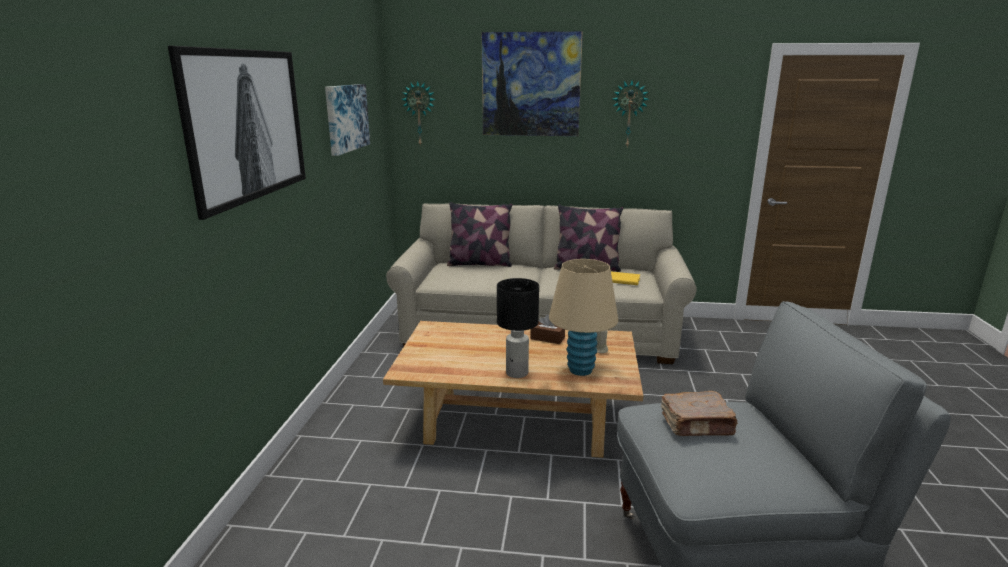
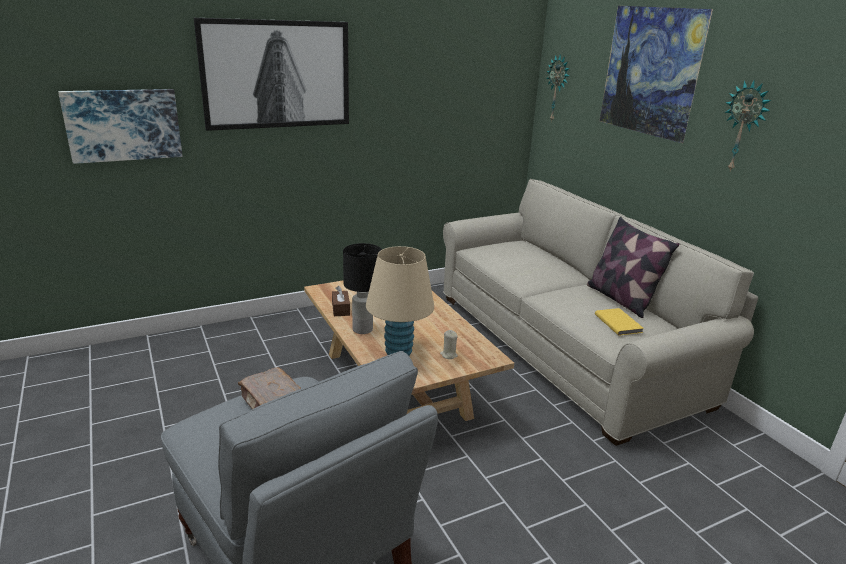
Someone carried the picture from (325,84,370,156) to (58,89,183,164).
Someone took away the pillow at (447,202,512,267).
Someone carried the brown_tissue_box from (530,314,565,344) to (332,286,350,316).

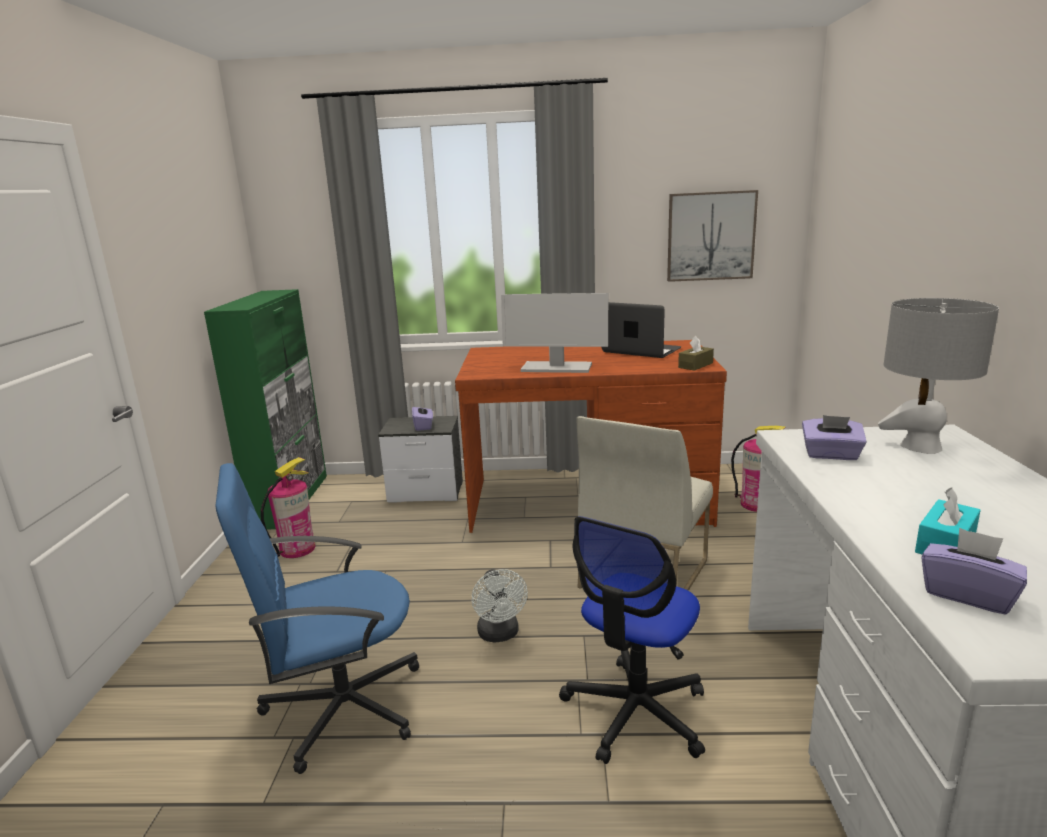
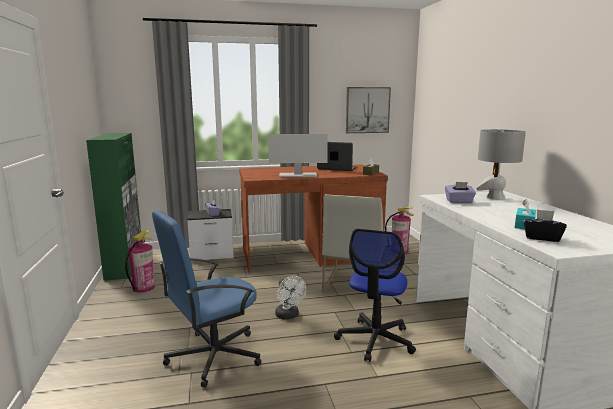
Someone repainted the purple_tissue_box at (921,528,1027,615), which became the black_tissue_box at (523,209,567,242).

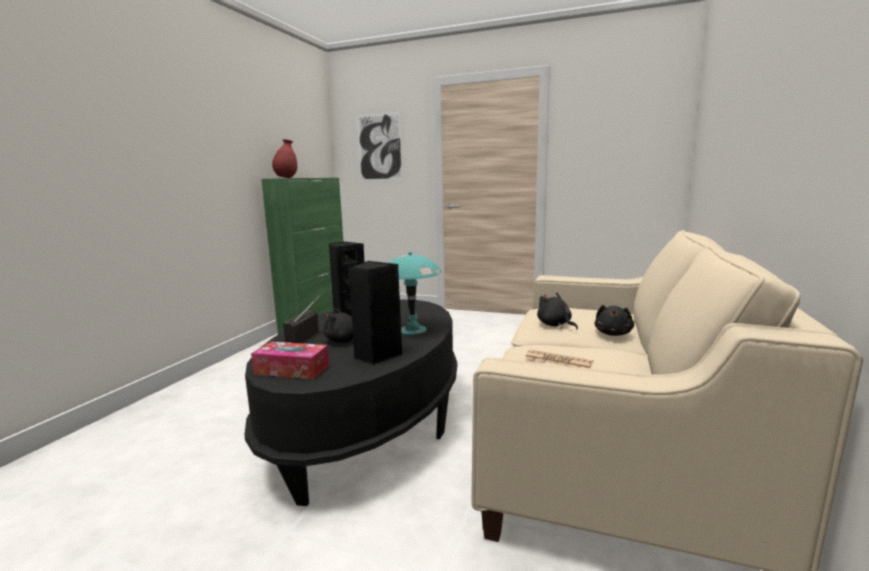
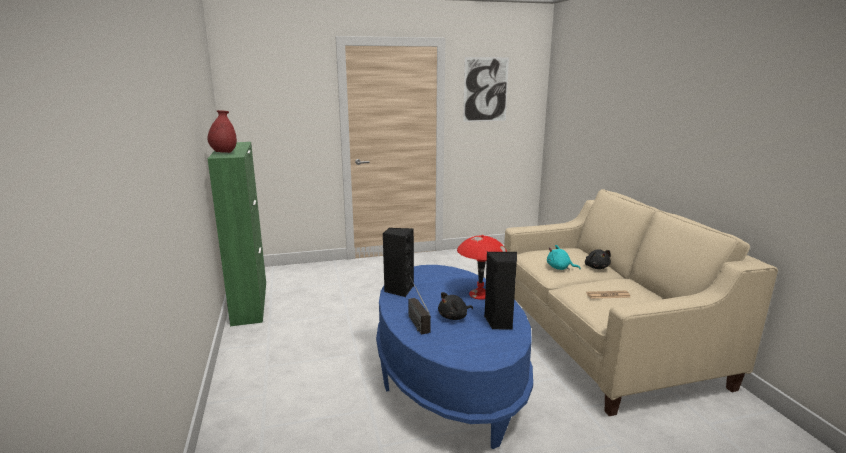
Someone repainted the black_coffee_table at (244,299,457,506), which became the blue_coffee_table at (376,265,533,449).
Someone took away the tissue_box at (251,342,329,379).
Someone carried the picture from (357,112,403,181) to (463,57,509,122).
Someone repainted the turquoise_table_lamp at (388,252,442,335), which became the red_table_lamp at (457,235,507,300).
Someone repainted the black_plush_toy at (537,293,578,330), which became the turquoise_plush_toy at (547,245,581,270).

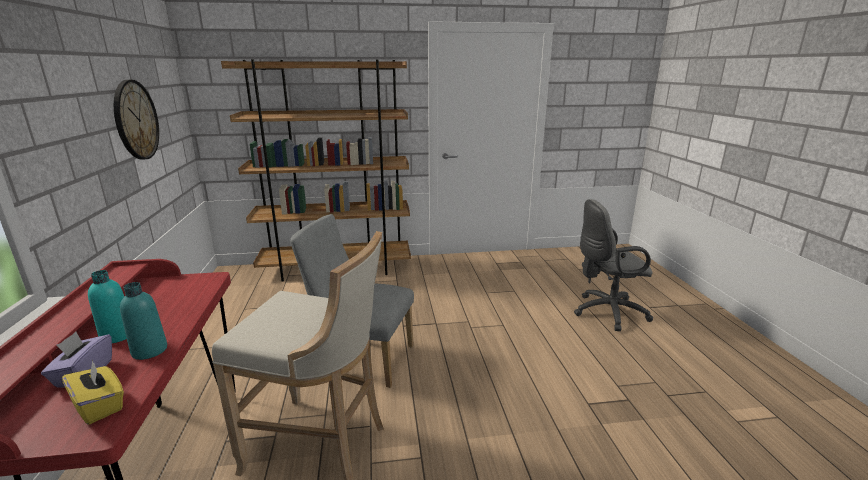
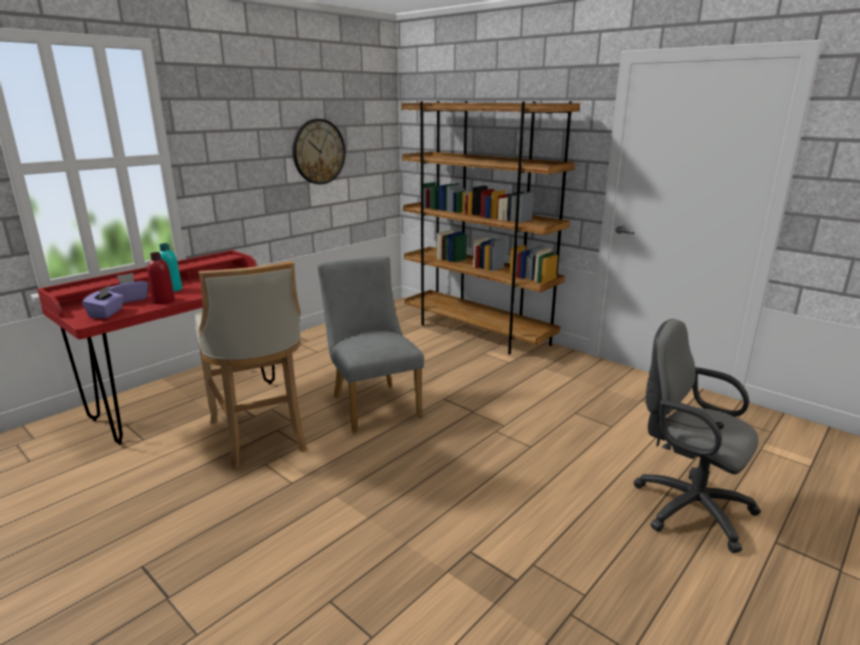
Someone repainted the yellow_tissue_box at (62,360,124,424), which became the purple_tissue_box at (82,285,124,318).
Someone repainted the turquoise_bottle at (120,282,167,360), which became the red_bottle at (147,252,175,304).

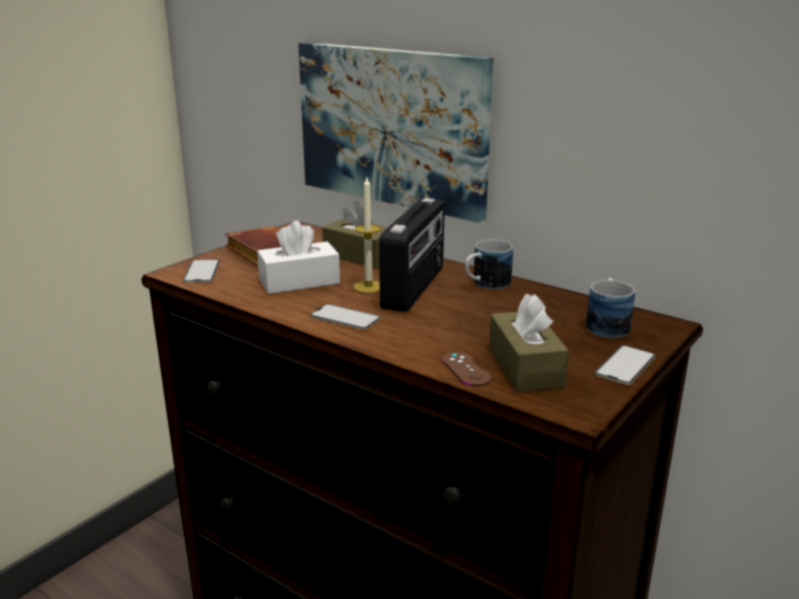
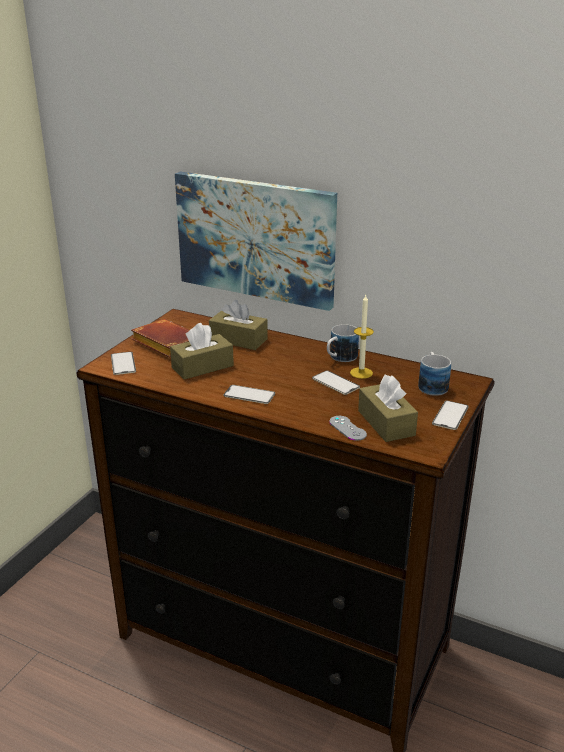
Someone repainted the white_tissue_box at (257,221,340,294), which became the brown_tissue_box at (170,323,234,379).
Someone carried the candle from (354,178,381,293) to (350,295,374,379).
Someone took away the radio at (379,198,445,312).
Someone repainted the brown_game_controller at (442,352,491,386), which became the grey_game_controller at (329,416,367,441).
Someone put down the phone at (312,371,360,395).

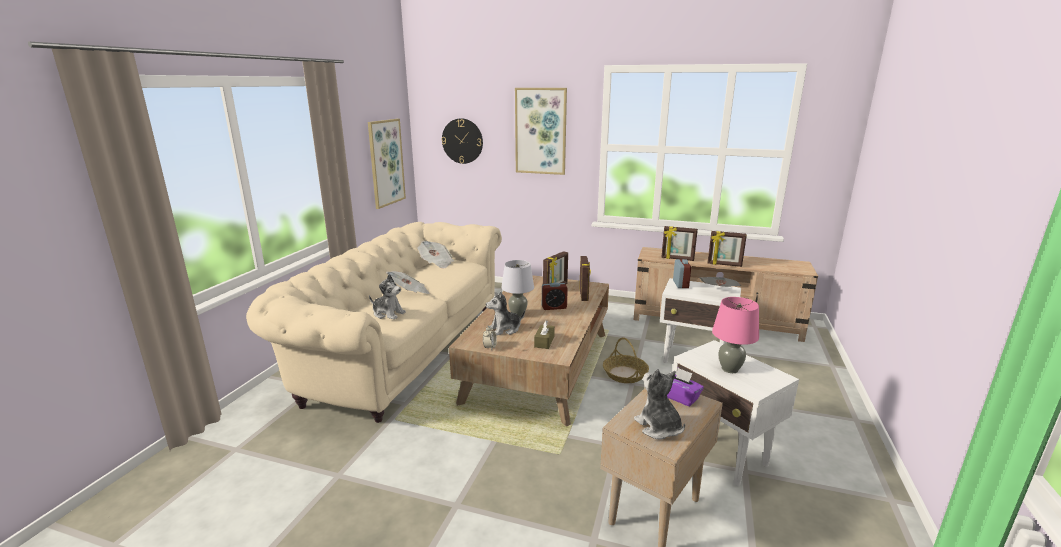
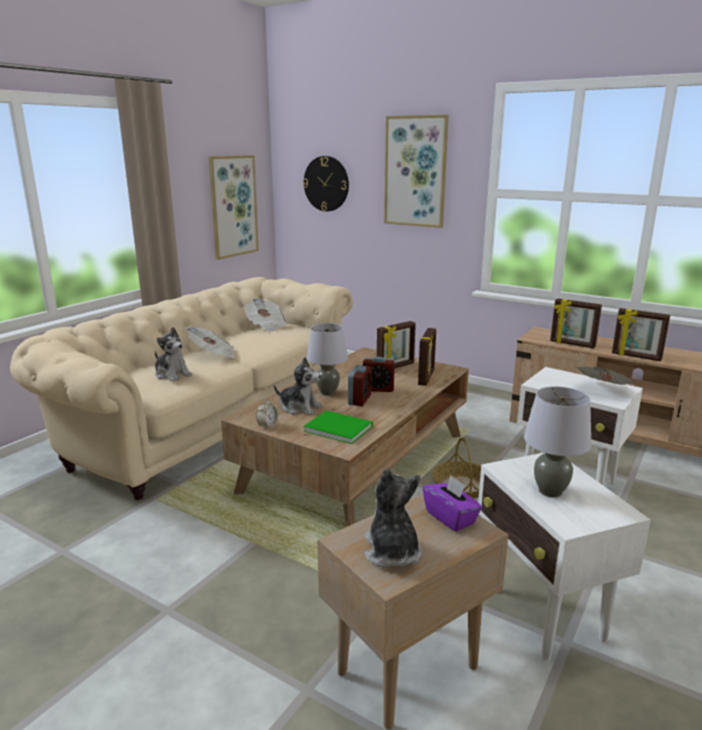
Someone rotated the plush_toy at (486,291,525,336) by 150 degrees counterclockwise.
Someone swapped the brown_tissue_box at (534,320,555,349) for the green_book at (304,411,373,444).
Someone carried the alarm_clock from (673,259,691,288) to (348,365,372,406).
Someone repainted the pink_table_lamp at (712,297,759,373), which became the grey_table_lamp at (524,386,592,497).

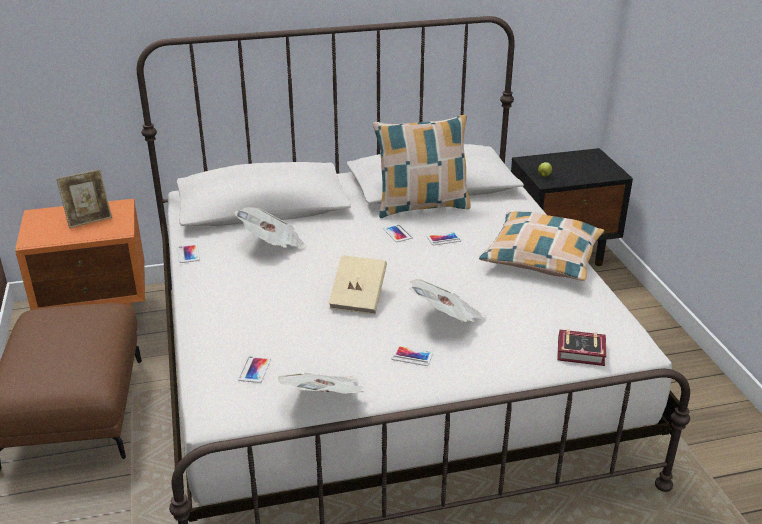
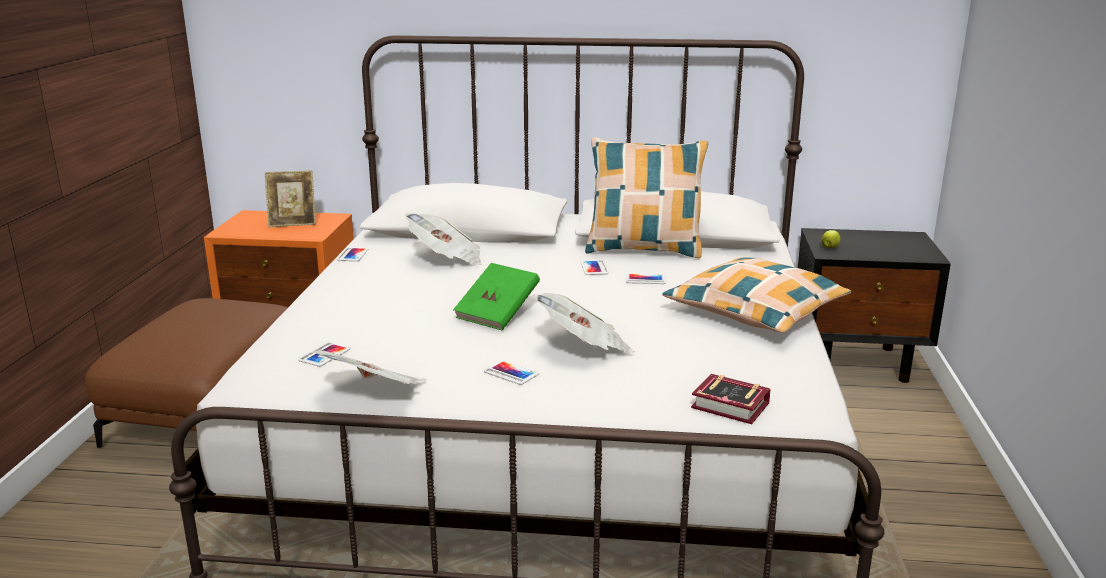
Someone repainted the beige_book at (328,255,387,314), which became the green_book at (453,263,540,330).

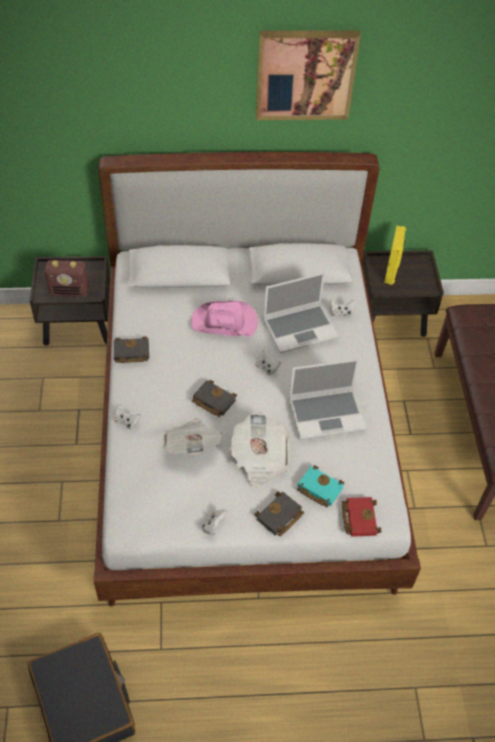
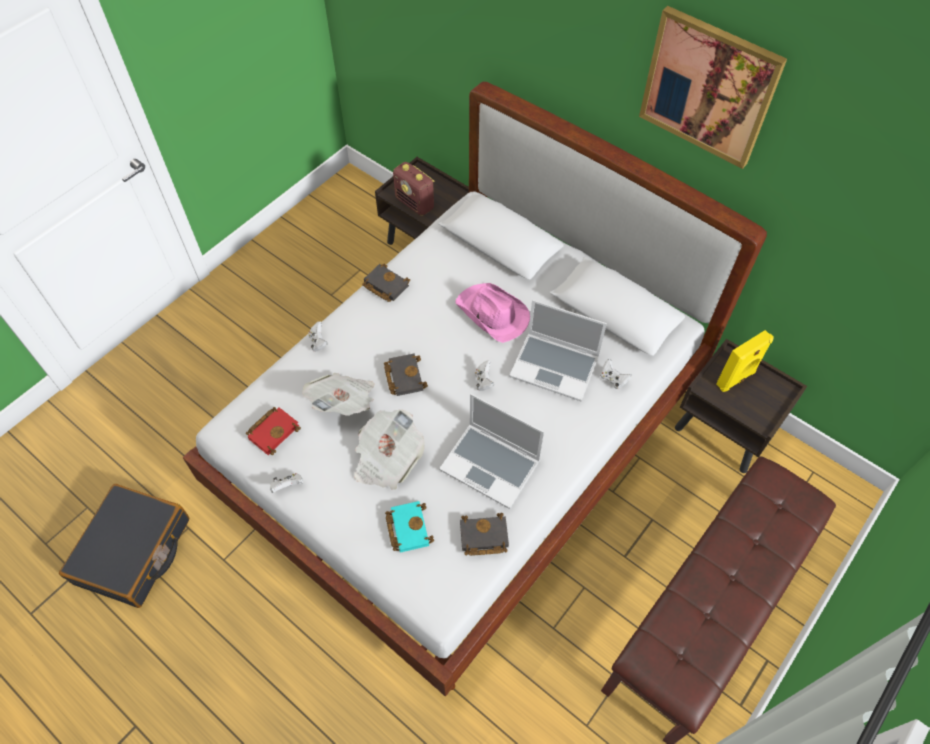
Someone carried the black_book from (254,491,304,536) to (460,513,509,556).
Someone carried the red_book from (342,497,382,537) to (246,407,301,455).

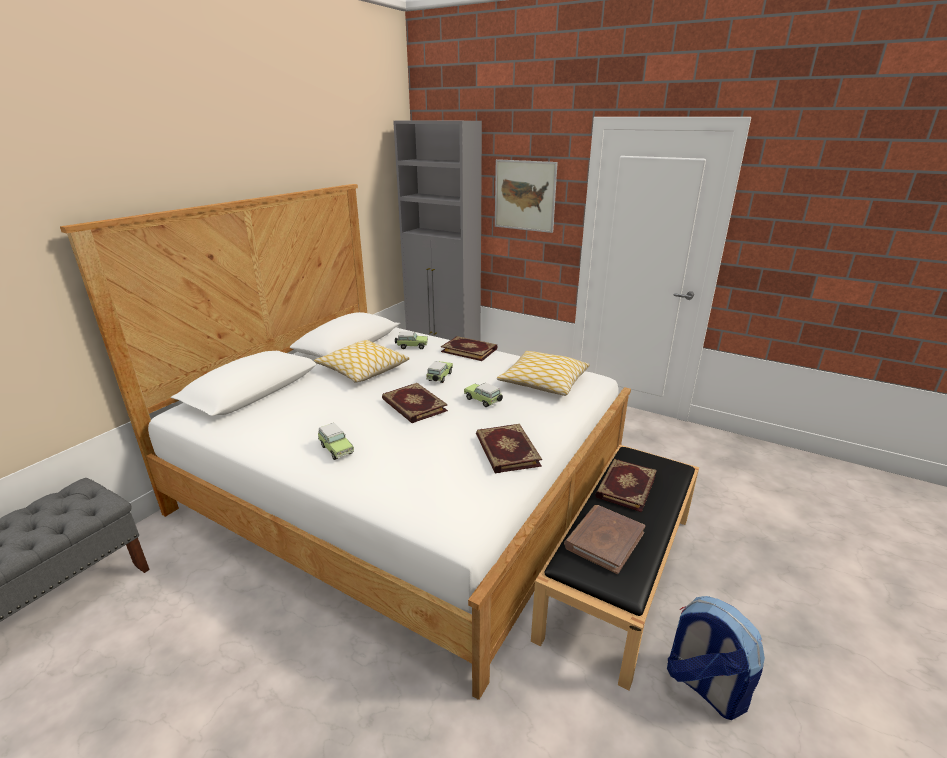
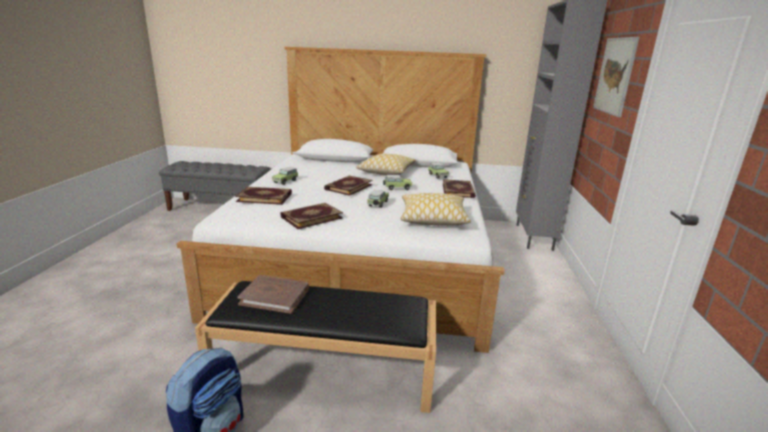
Someone carried the book from (595,459,657,512) to (235,187,292,205).

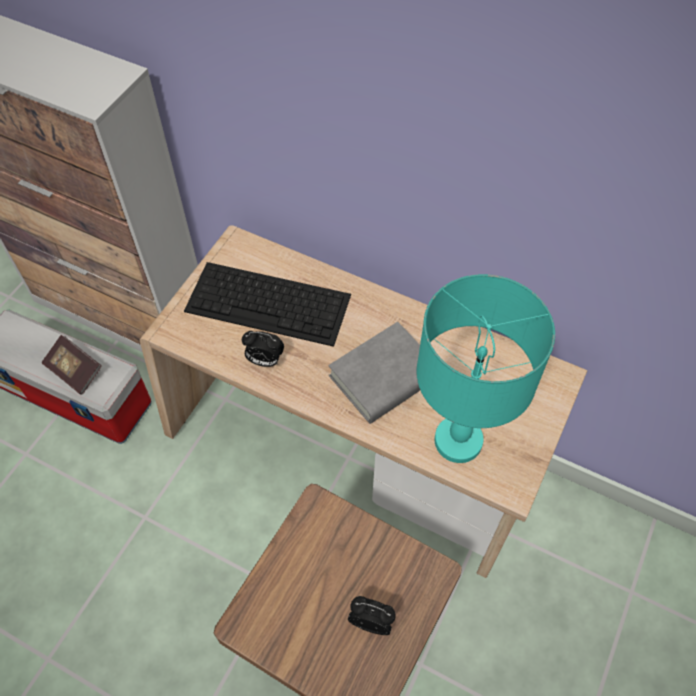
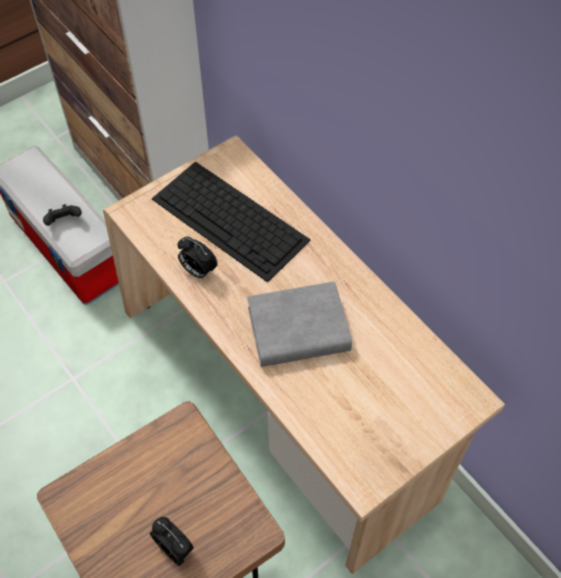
Someone swapped the book at (42,335,102,395) for the black_game_controller at (43,204,82,226).
Someone took away the turquoise_table_lamp at (416,274,555,463).

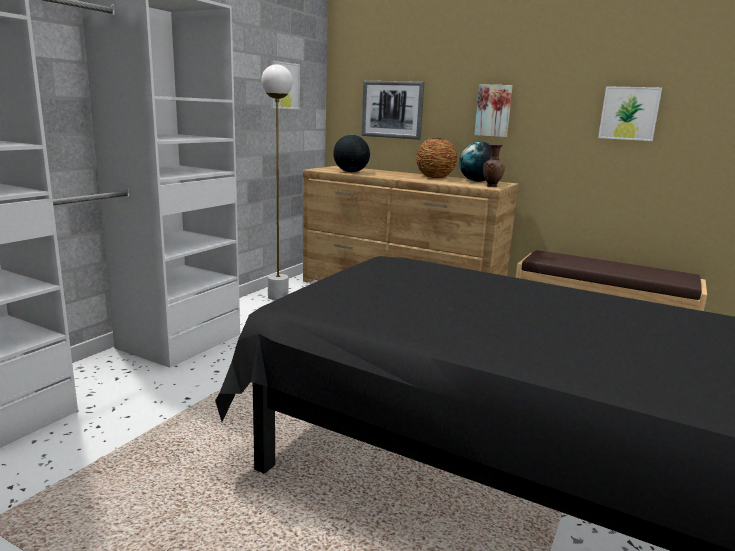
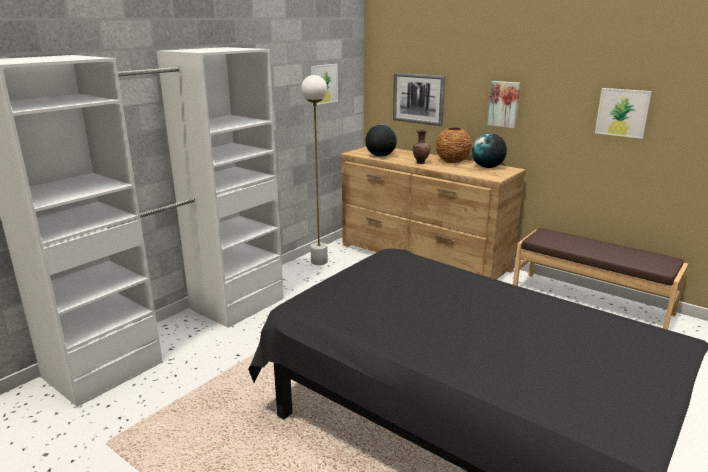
Someone carried the brown_vase from (483,144,505,187) to (413,130,430,164).

